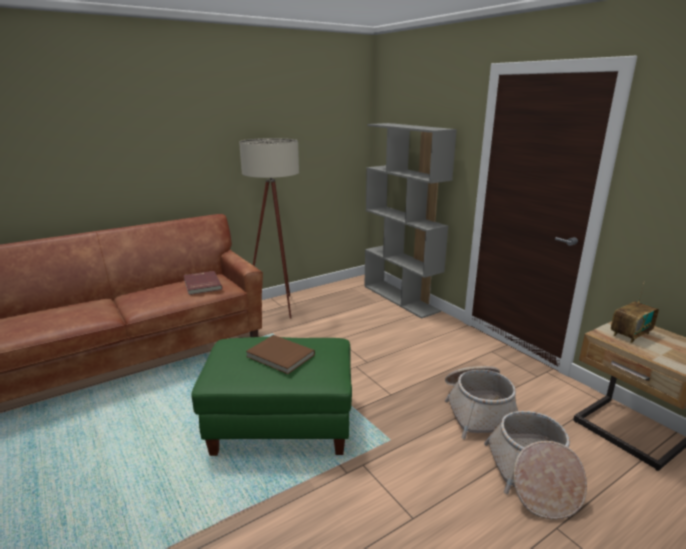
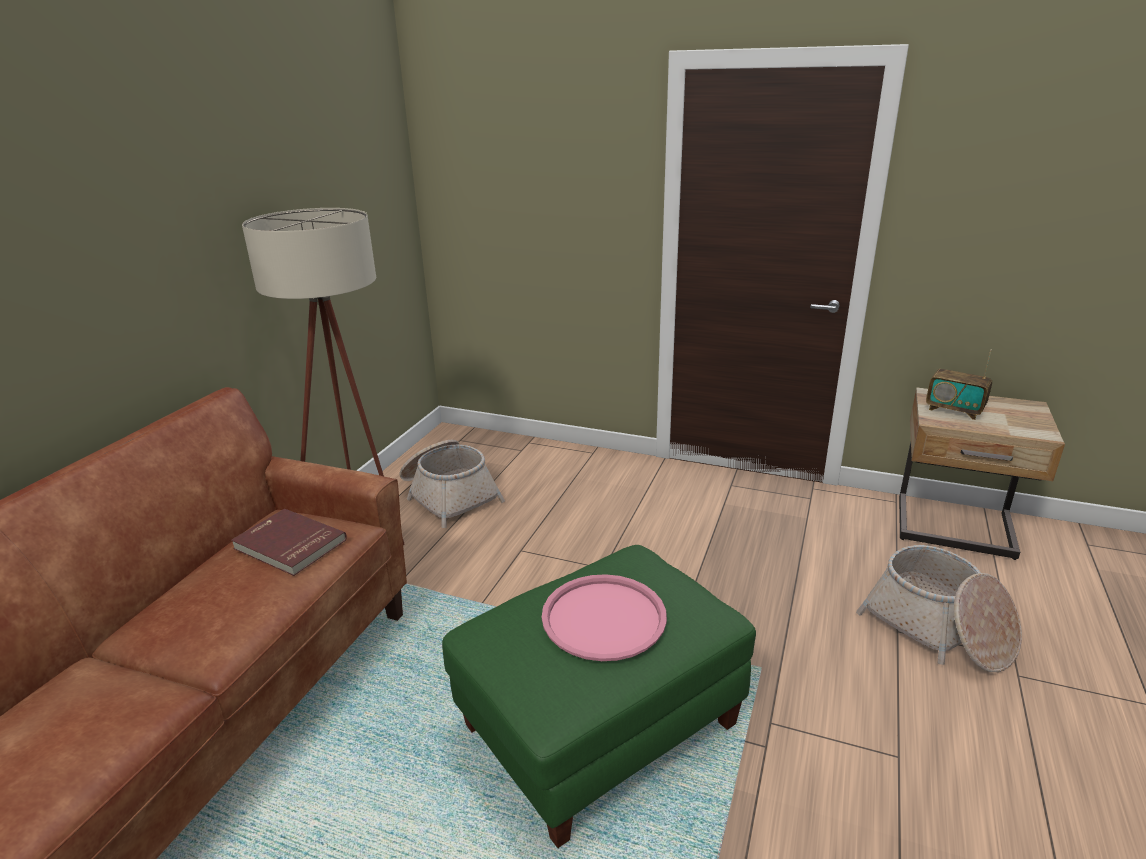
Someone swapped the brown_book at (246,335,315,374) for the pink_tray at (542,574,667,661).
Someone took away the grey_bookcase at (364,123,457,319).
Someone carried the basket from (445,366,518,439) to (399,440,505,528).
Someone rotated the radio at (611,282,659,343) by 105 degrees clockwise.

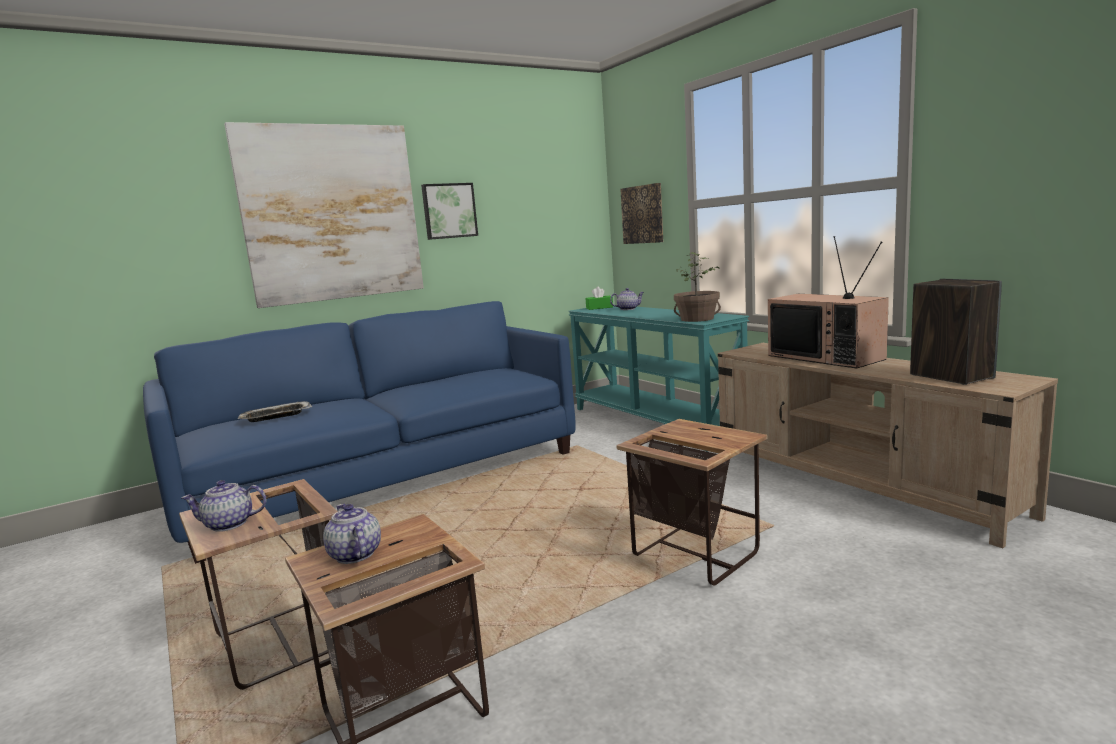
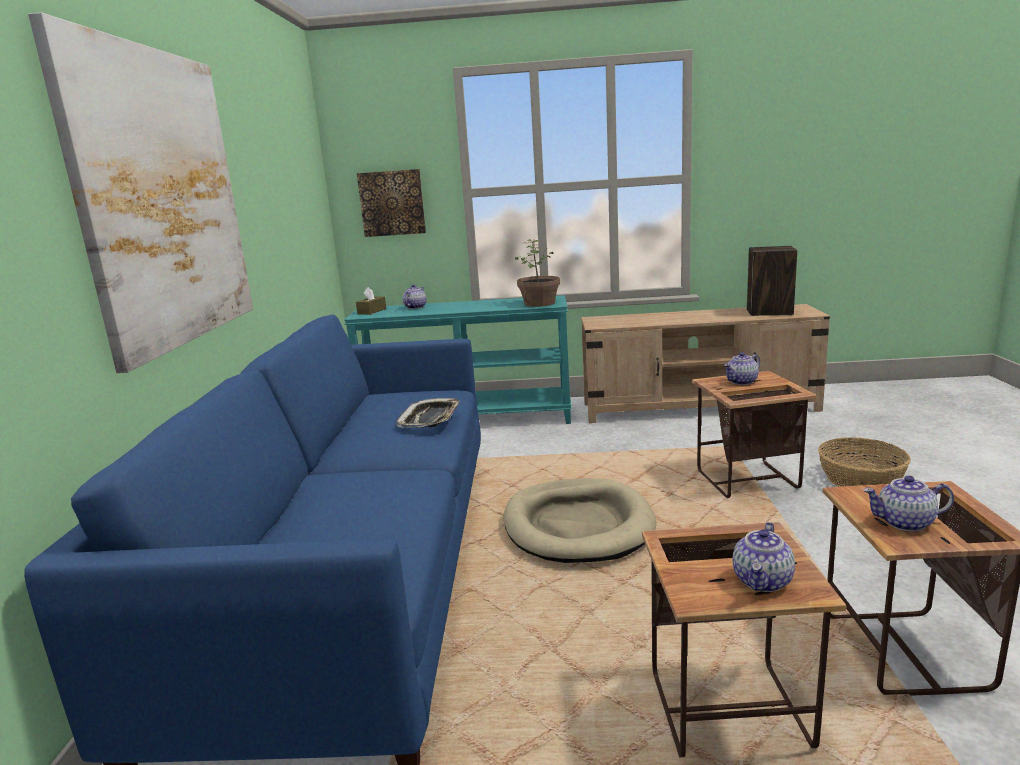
Someone carried the tray from (238,401,312,422) to (396,398,461,428).
Someone took away the picture at (421,183,478,240).
Someone repainted the green_tissue_box at (586,287,613,310), which became the brown_tissue_box at (356,287,386,315).
Someone took away the television at (768,236,889,368).
Someone put down the beige_dog_bed at (504,478,656,563).
Someone put down the teapot at (724,352,760,385).
Someone put down the basket at (818,437,911,487).

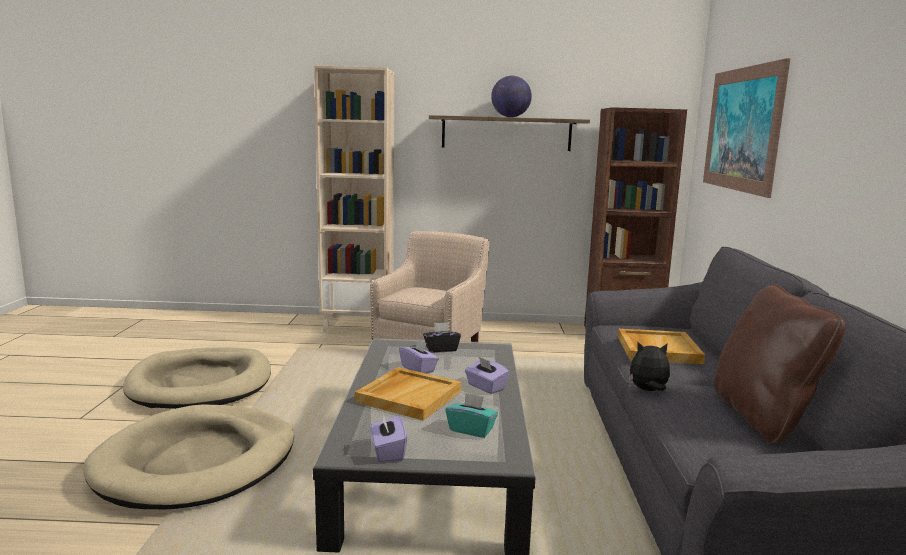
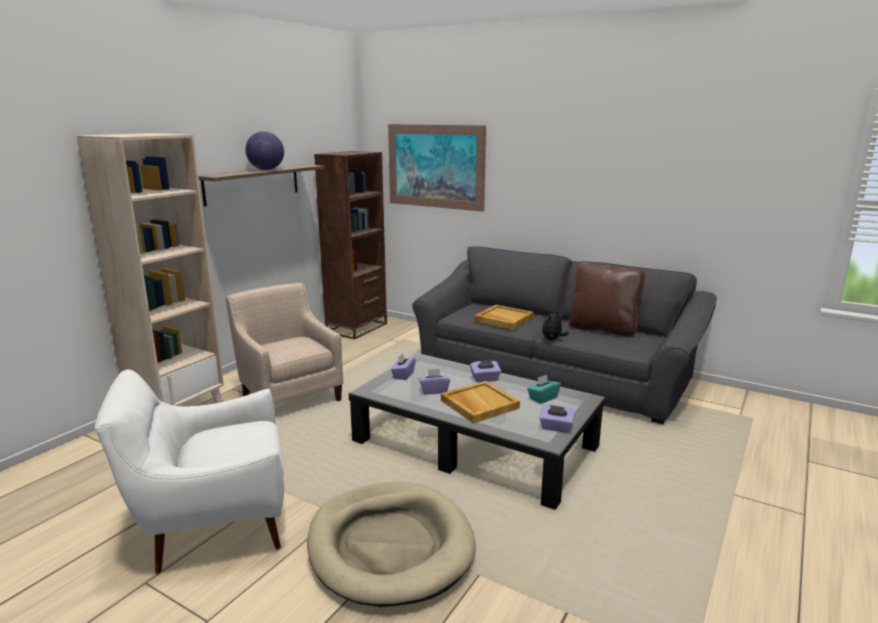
Someone swapped the beige_dog_bed at (123,347,271,409) for the white_armchair at (95,369,284,574).
Someone repainted the black_tissue_box at (423,322,461,352), which became the purple_tissue_box at (391,353,416,380).

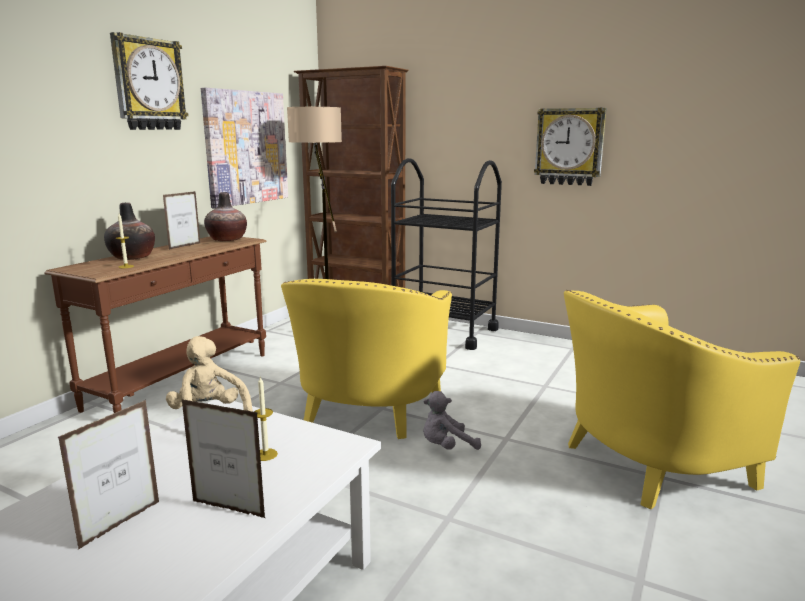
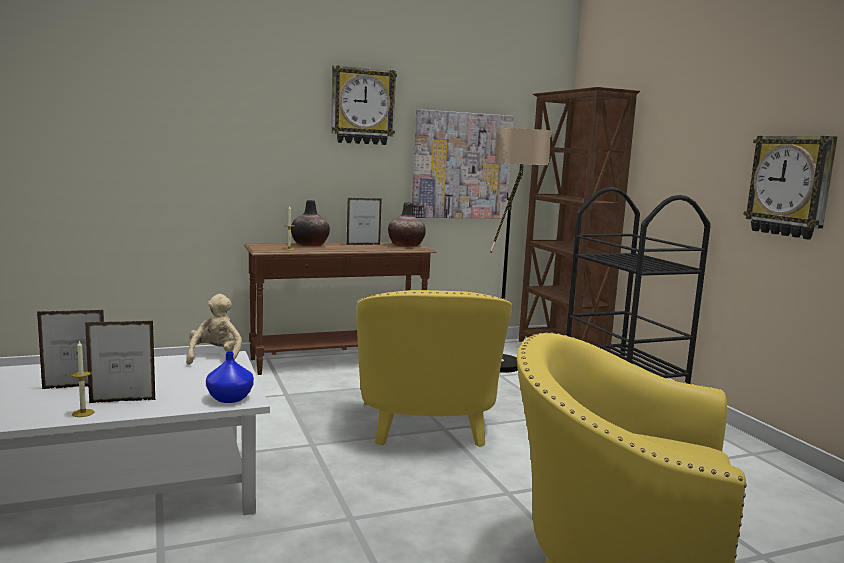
Someone rotated the picture_frame at (182,399,265,518) by 75 degrees counterclockwise.
Someone carried the candle from (254,376,278,461) to (72,340,94,417).
Someone rotated the yellow_armchair at (281,279,452,439) by 60 degrees counterclockwise.
Someone took away the grey_plush_toy at (423,391,481,450).
Someone put down the blue_vase at (206,352,254,403).

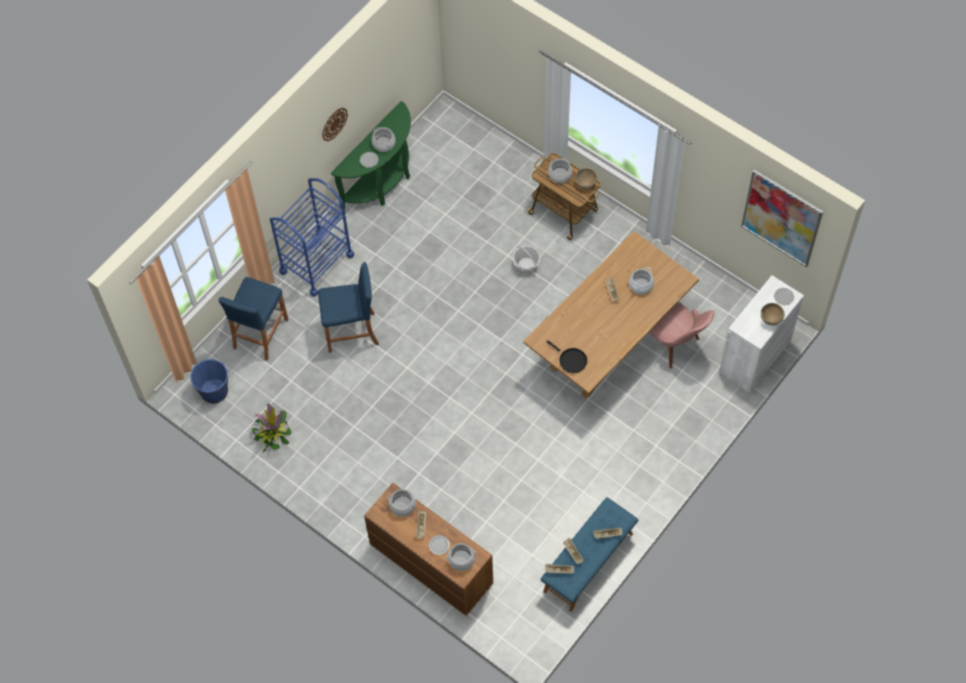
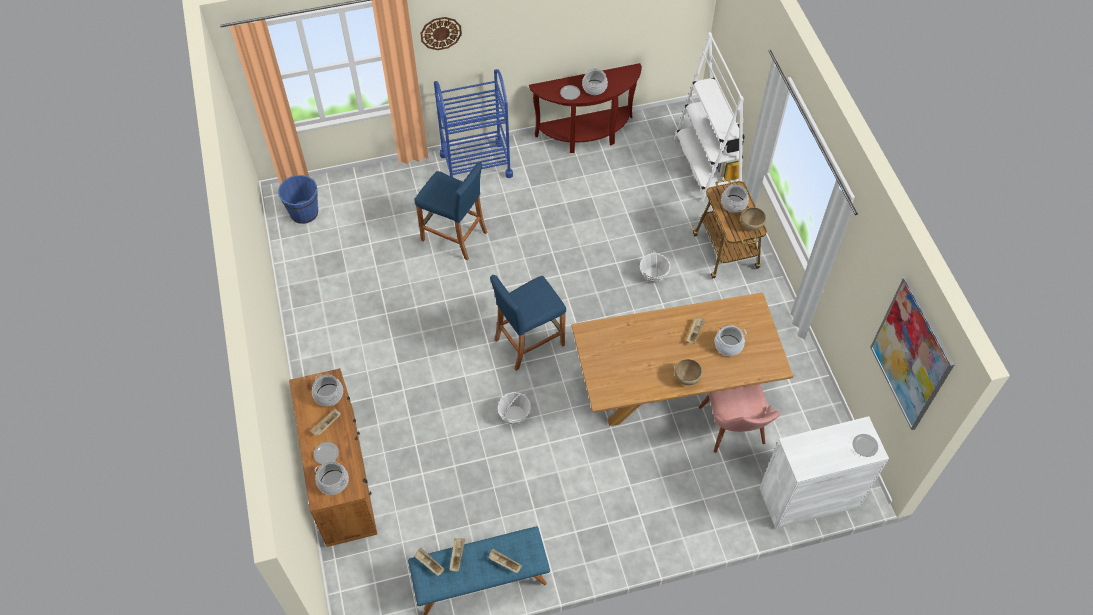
Someone carried the blue_stool from (218,277,289,361) to (490,275,566,371).
Someone took away the potted_plant at (252,404,291,453).
Someone carried the wall_clock from (322,108,348,141) to (420,17,462,50).
Someone repainted the green_console_table at (331,101,411,209), which became the brown_console_table at (529,63,642,153).
Someone took away the black_frying_pan at (546,340,587,373).
Someone carried the brown_bowl from (761,303,784,325) to (674,359,703,385).
Someone put down the basket at (498,392,531,425).
Someone put down the white_bookcase at (674,32,745,202).

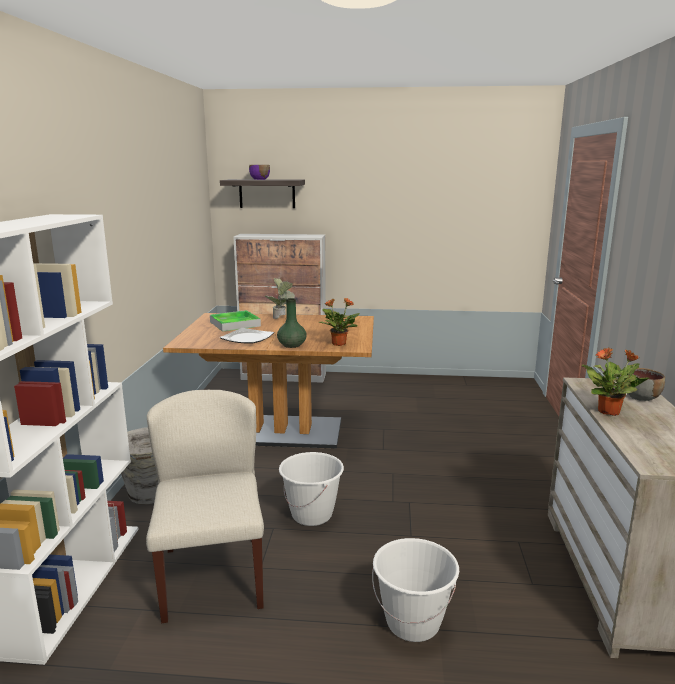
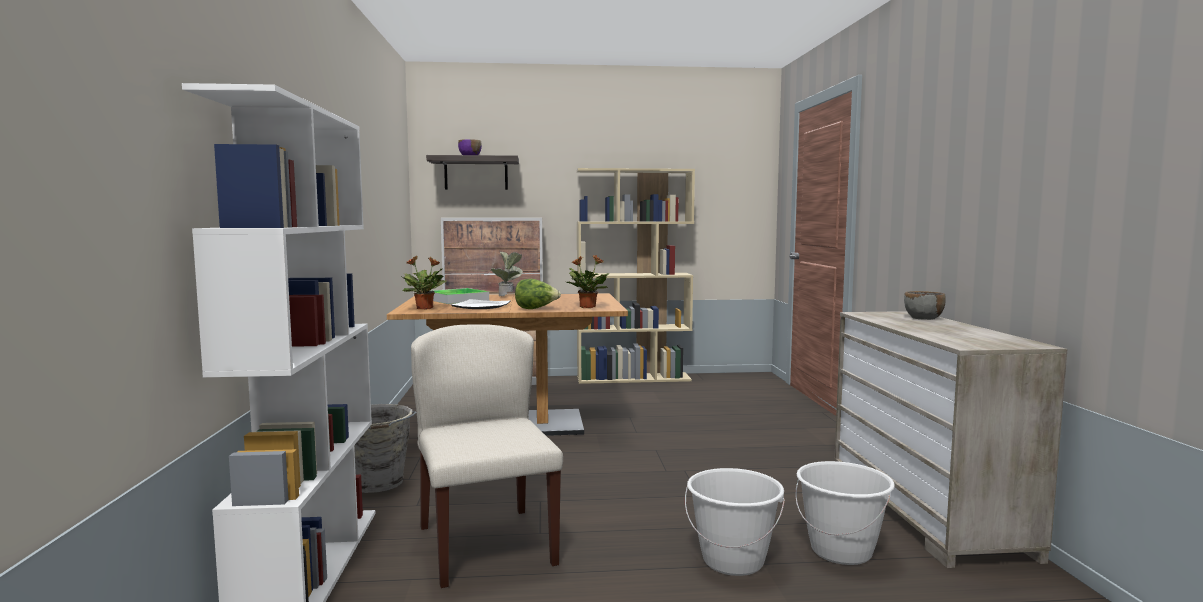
Someone swapped the green_vase at (277,298,307,348) for the lettuce at (515,279,561,309).
Someone carried the white_bucket from (279,452,344,526) to (795,461,895,565).
Someone carried the potted_plant from (581,348,649,416) to (402,256,447,310).
Someone put down the beige_bookcase at (576,168,695,384).

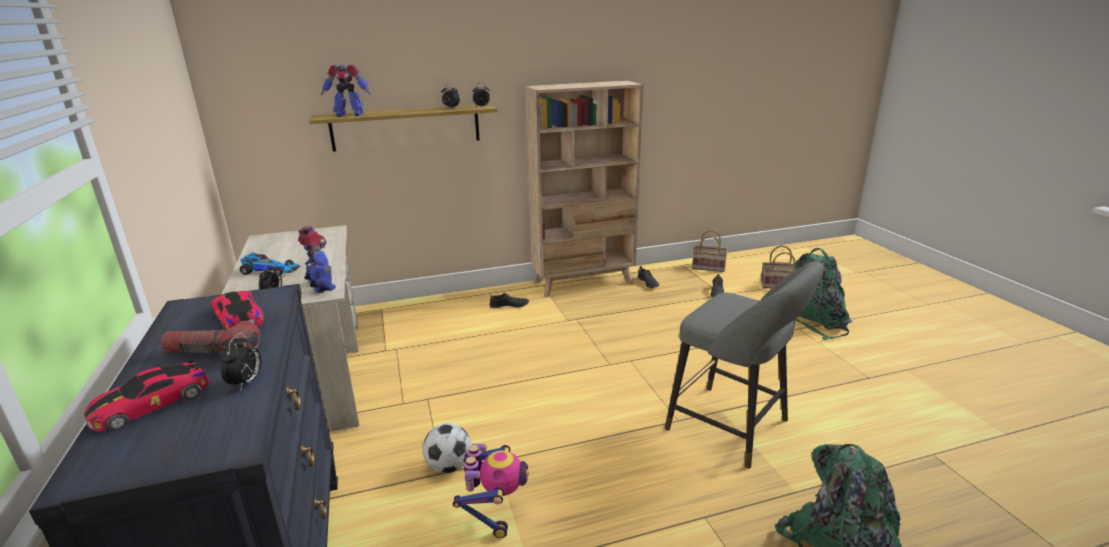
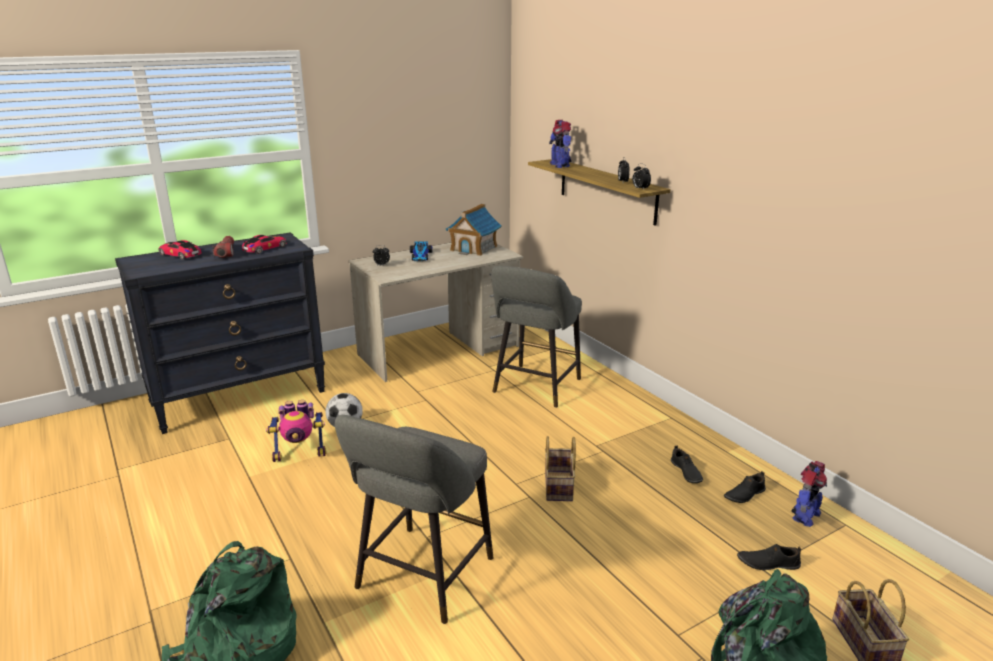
Someone took away the alarm_clock at (221,333,261,390).
Someone carried the toy_robot from (298,226,336,293) to (791,461,827,527).
Someone carried the black_shoe from (489,293,529,308) to (671,446,703,483).
Someone took away the beige_bookcase at (525,80,643,297).
Someone carried the basket from (692,230,728,272) to (545,436,576,501).
Someone put down the toy_house at (446,204,502,256).
Someone put down the grey_stool at (491,266,582,408).

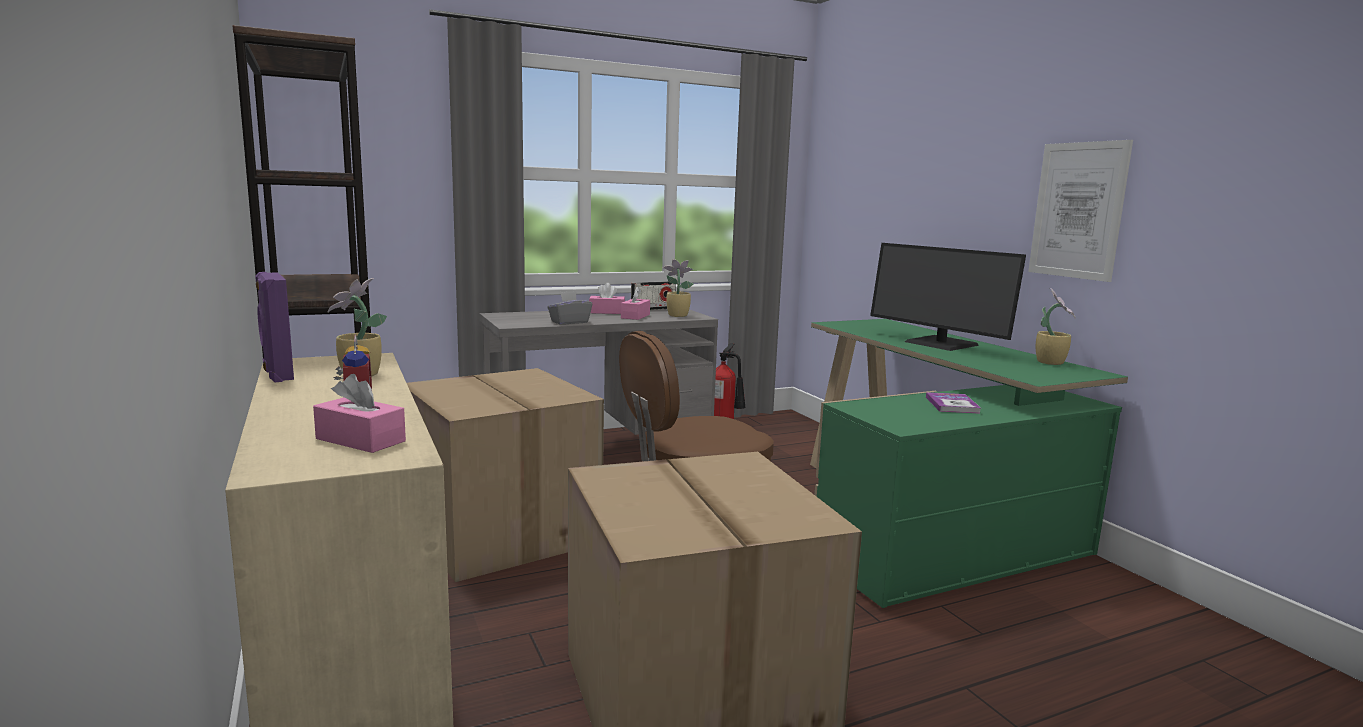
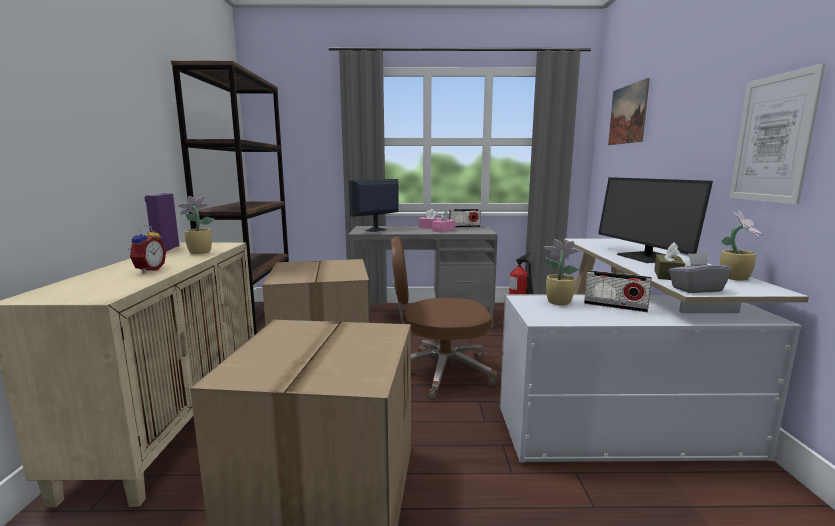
Someone took away the pink_tissue_box at (313,374,406,453).
Someone carried the grey_tissue_box from (547,291,592,325) to (669,253,732,293).
Someone carried the potted_plant from (663,259,693,317) to (543,239,581,305).
Someone repainted the green_desk at (810,319,1128,608), which became the white_desk at (500,238,809,462).
Someone swapped the book at (926,392,981,414) for the radio at (584,270,652,312).
Someone put down the monitor at (349,179,399,232).
Someone put up the picture at (608,78,650,145).
Someone put down the brown_tissue_box at (654,242,685,280).

